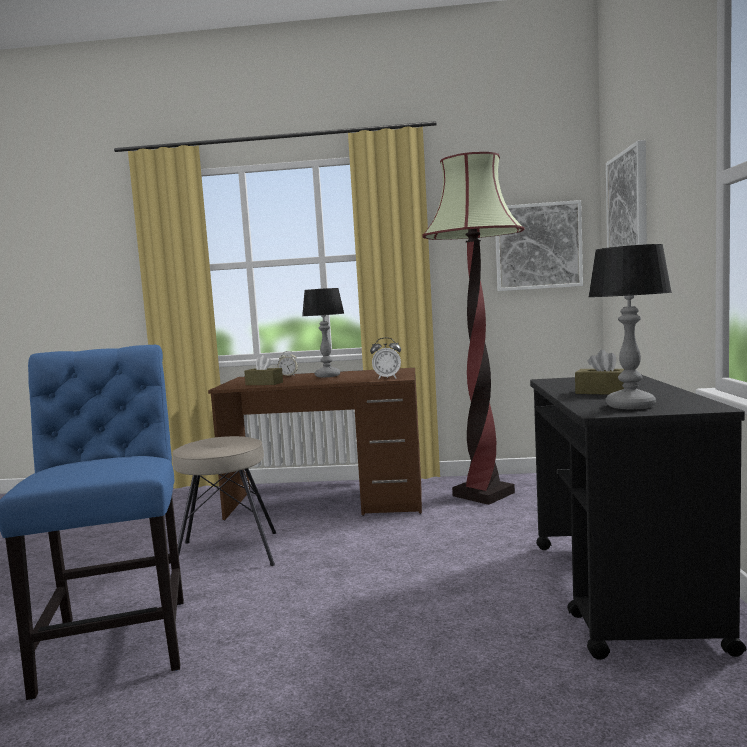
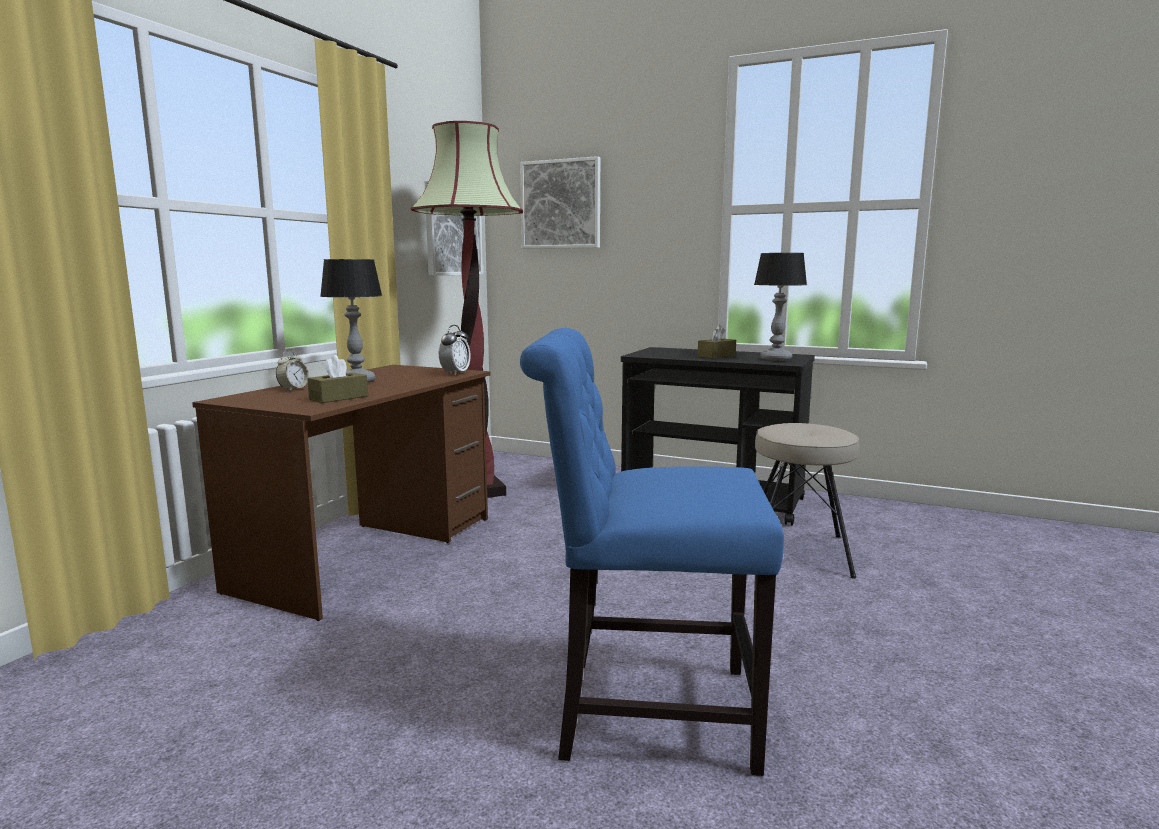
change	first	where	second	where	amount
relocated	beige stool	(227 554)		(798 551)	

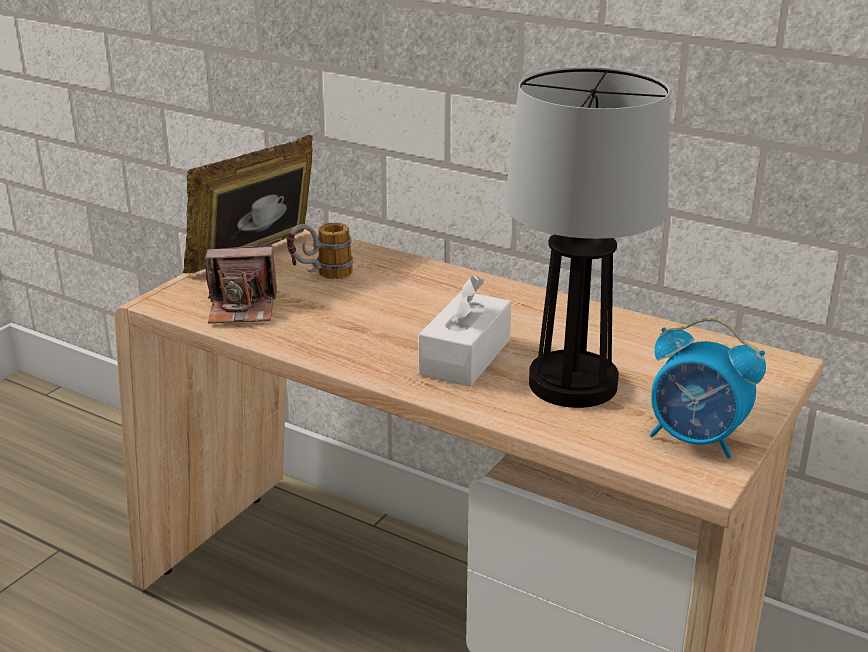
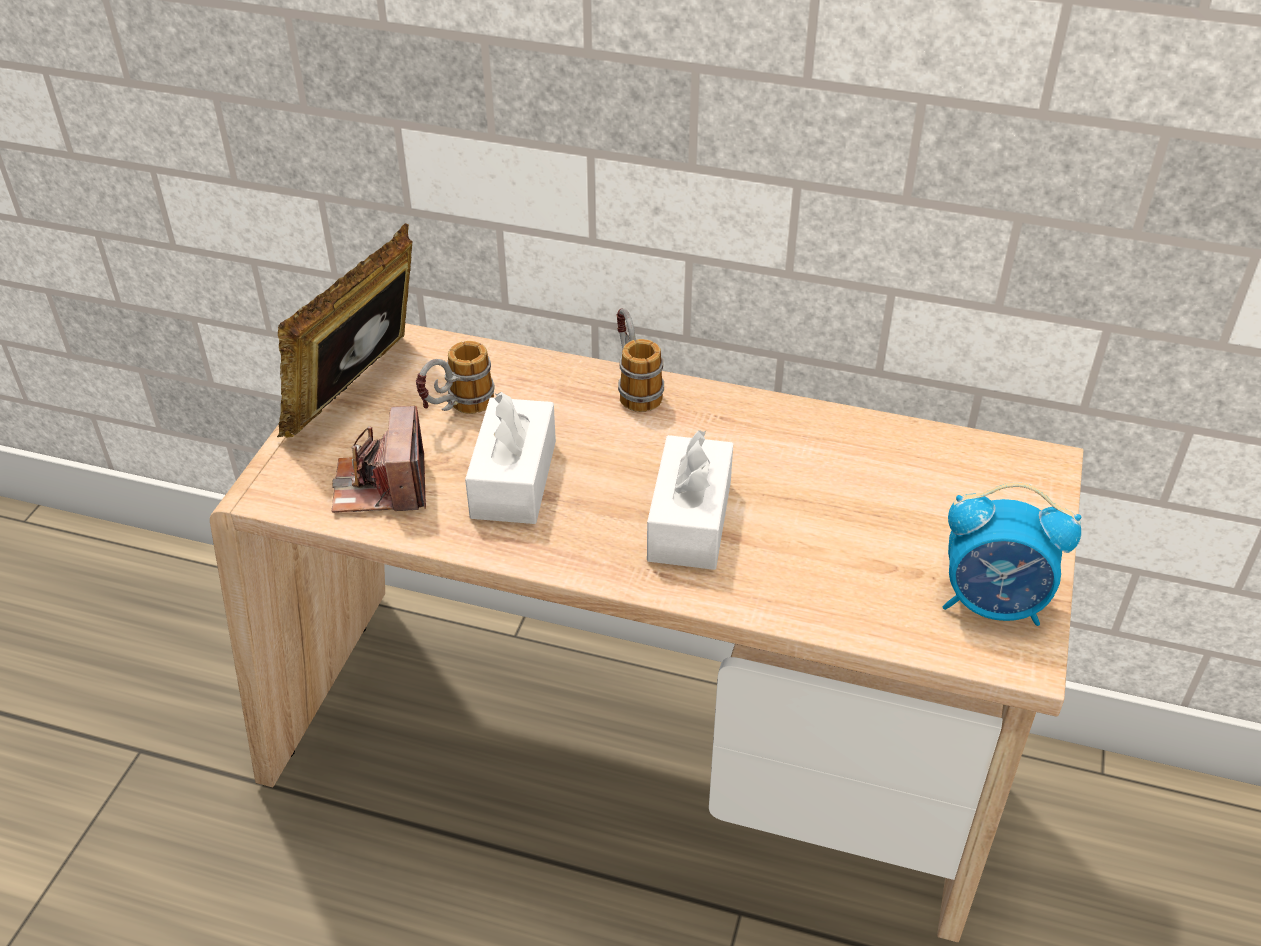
change	first	where	second	where	amount
missing	table lamp	(575 384)			
spun	photo camera	(242 308)		(382 486)	105 degrees clockwise
appeared			mug	(634 386)	
appeared			white tissue box	(514 479)	

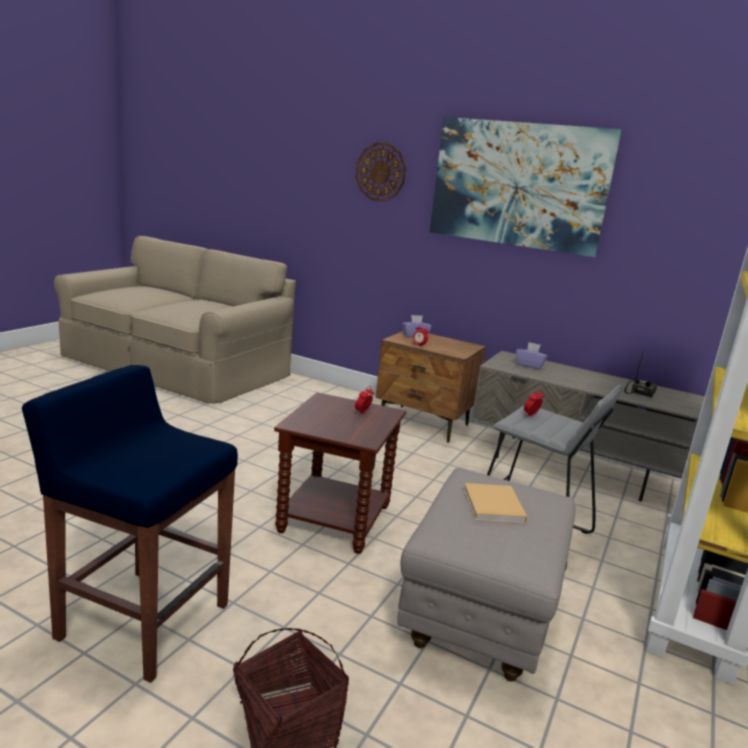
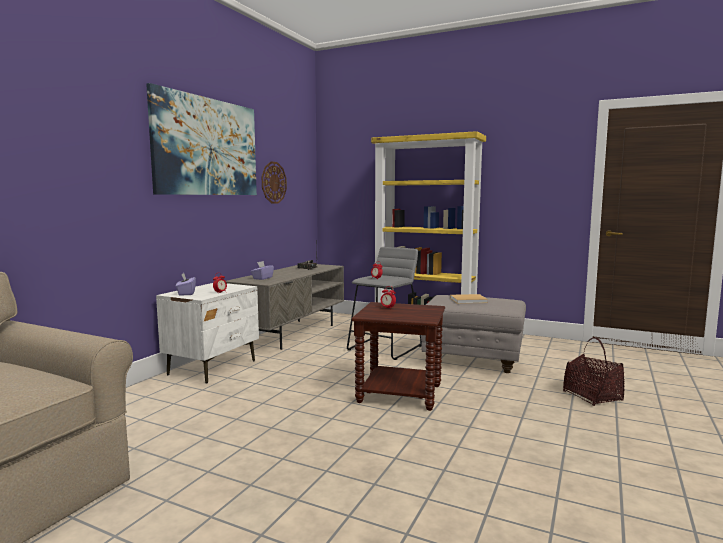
change	first	where	second	where	amount
relocated	wall clock	(380 172)		(273 182)	
colour	brown nightstand	(424 423)	white nightstand	(213 367)	
missing	blue stool	(142 620)			

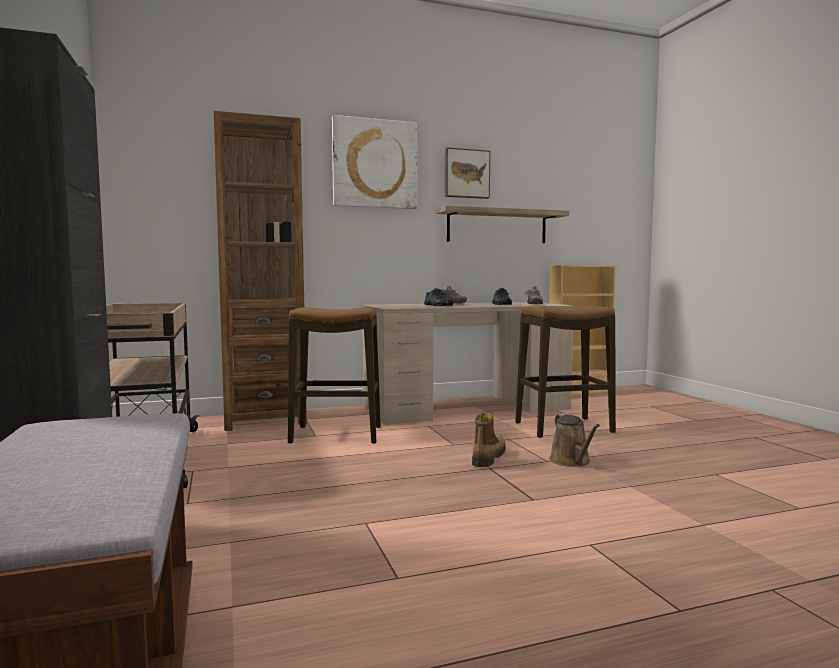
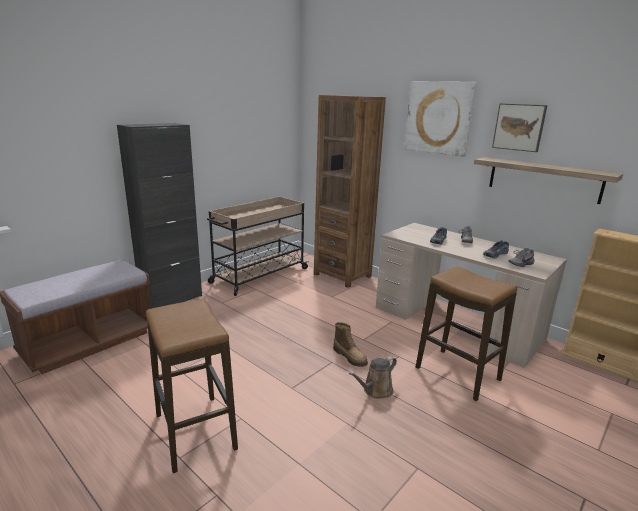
change	first	where	second	where	amount
relocated	stool	(336 435)		(195 431)	
spun	boot	(487 457)		(350 357)	60 degrees clockwise

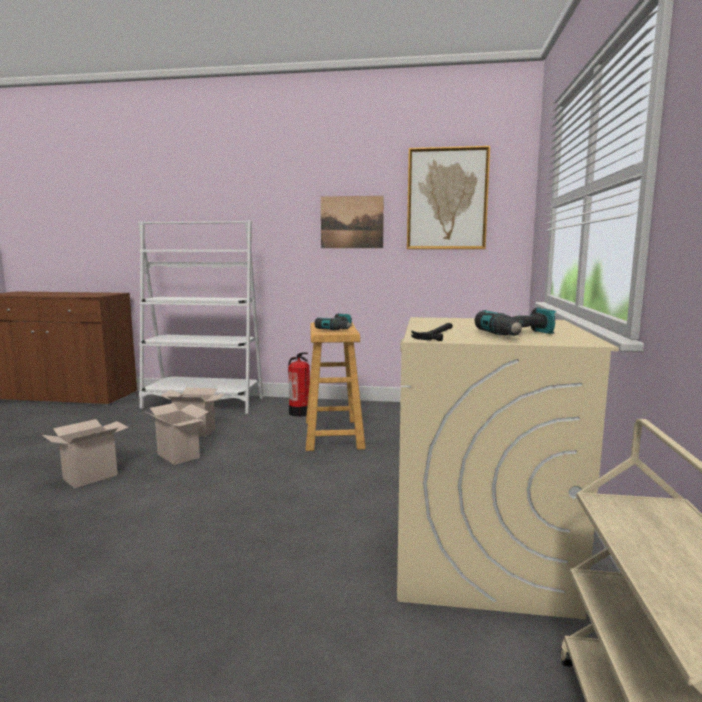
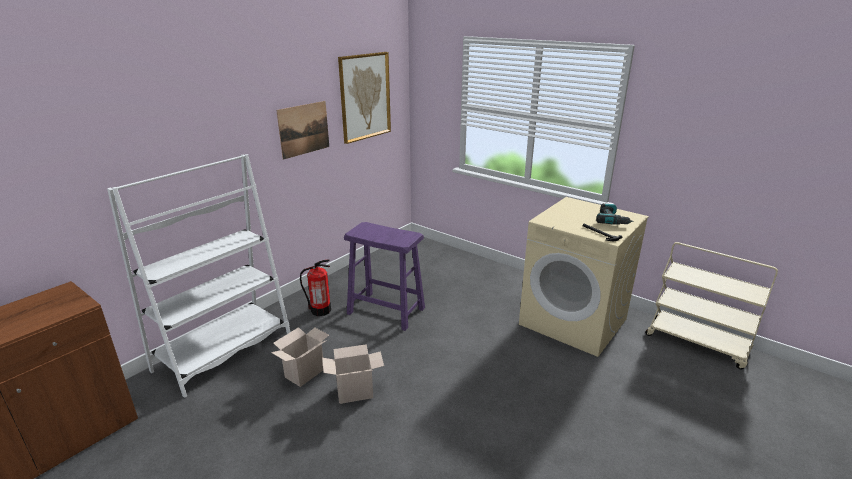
change	first	where	second	where	amount
missing	power drill	(339 329)			
colour	beige stool	(333 434)	purple stool	(385 311)	
missing	cardboard box	(91 476)			

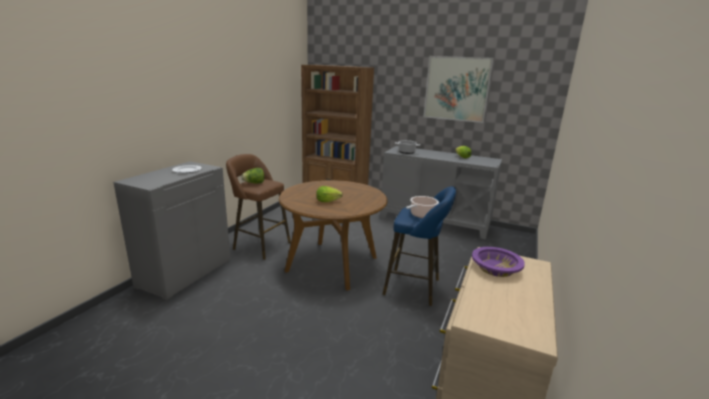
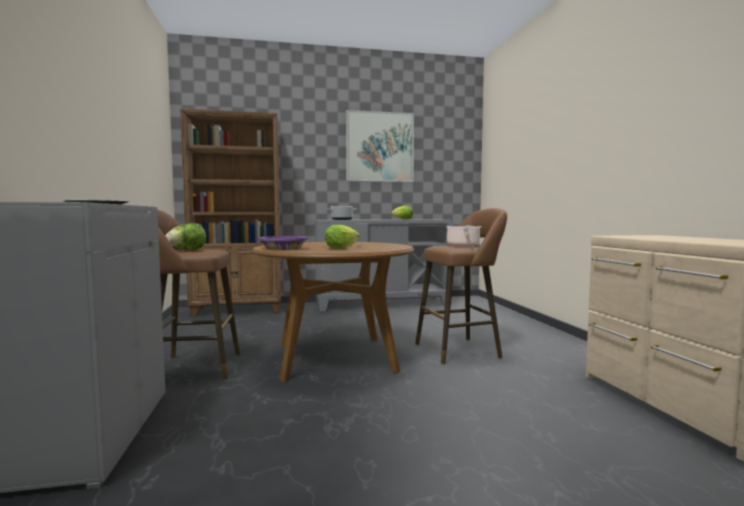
change	first	where	second	where	amount
colour	blue stool	(415 287)	brown stool	(461 350)	
relocated	purple bowl	(496 268)		(283 248)	

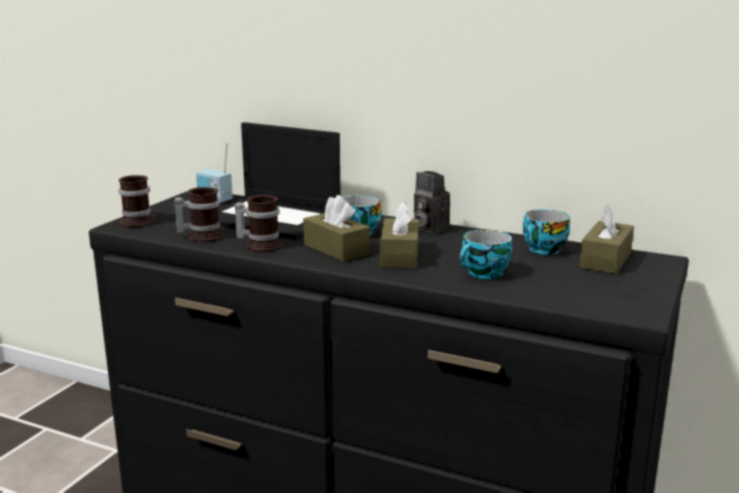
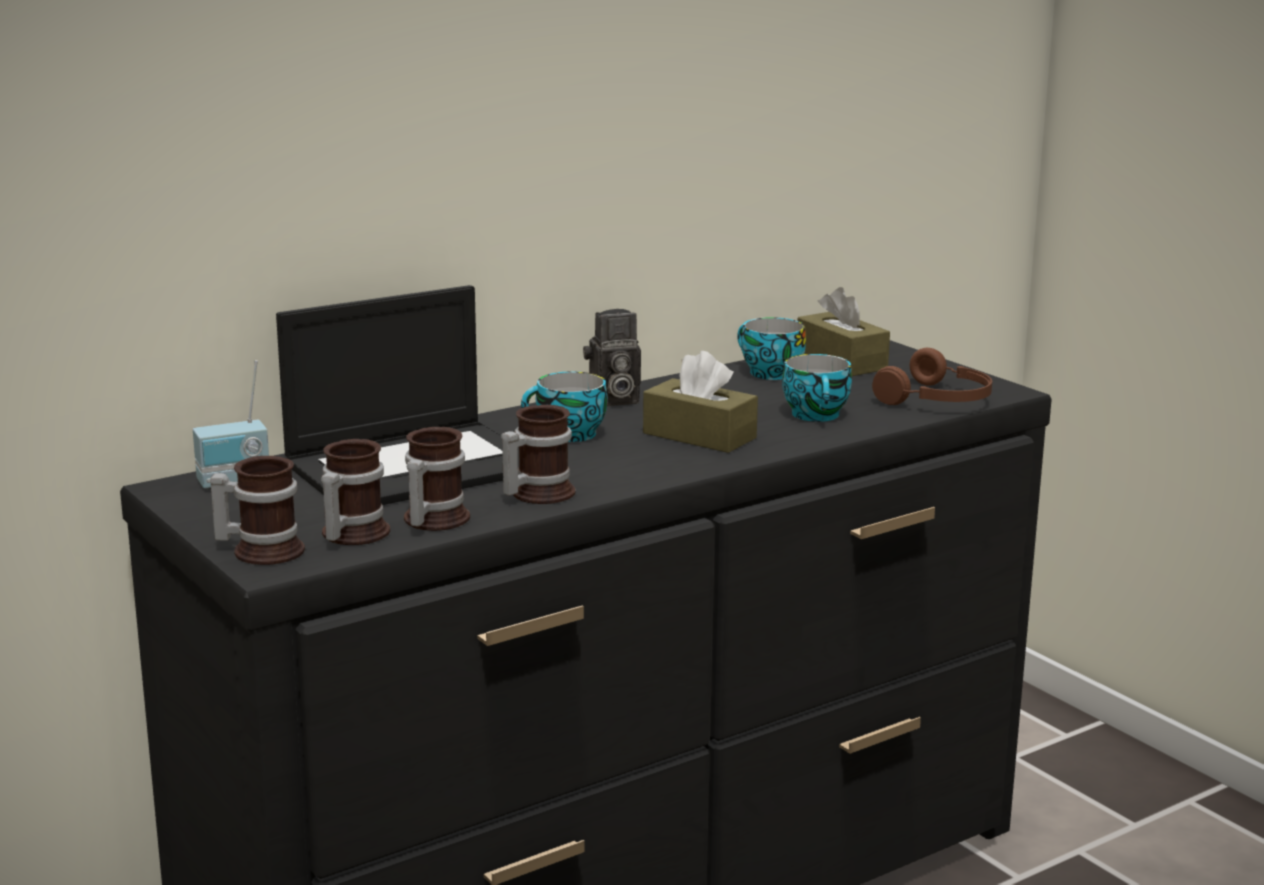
change	first	where	second	where	amount
missing	brown tissue box	(336 249)			
appeared			brown headphones	(938 400)	
appeared			mug	(349 534)	

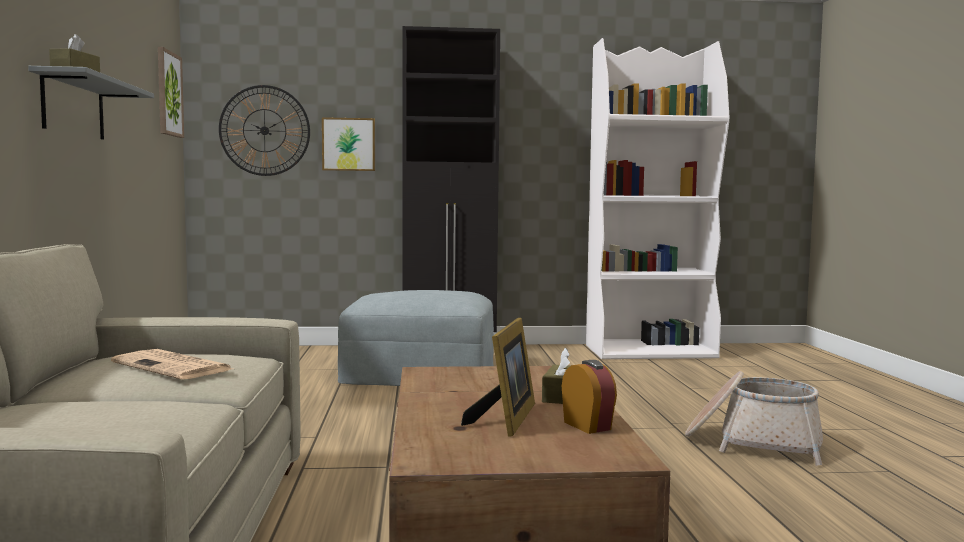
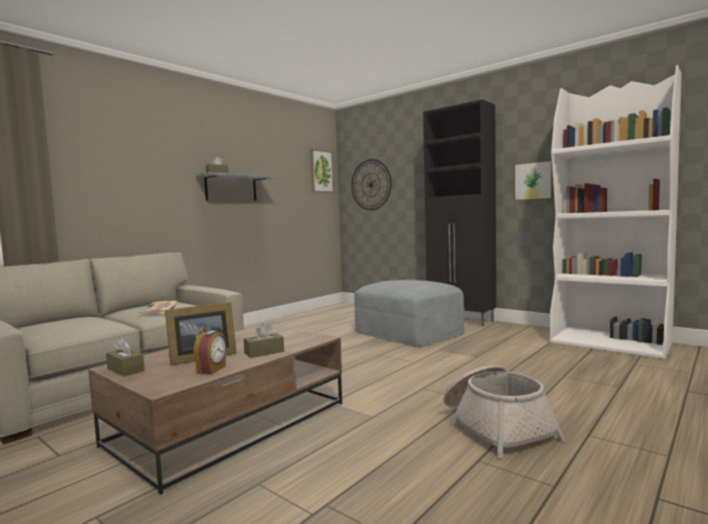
change	first	where	second	where	amount
relocated	picture	(349 144)		(534 181)	
appeared			brown tissue box	(125 369)	

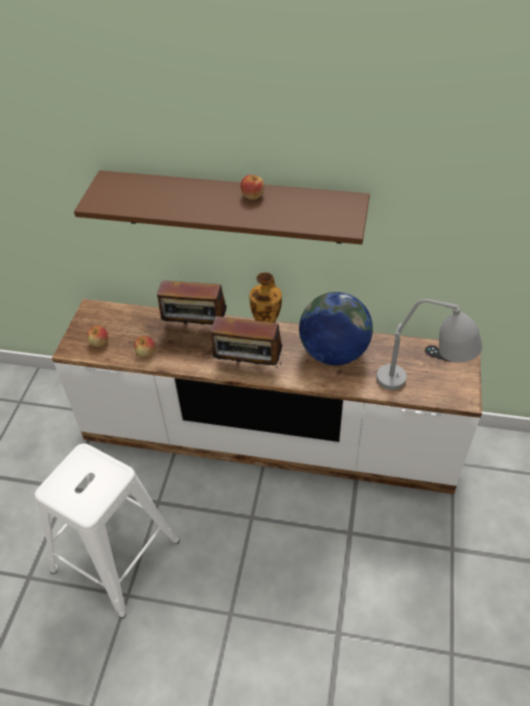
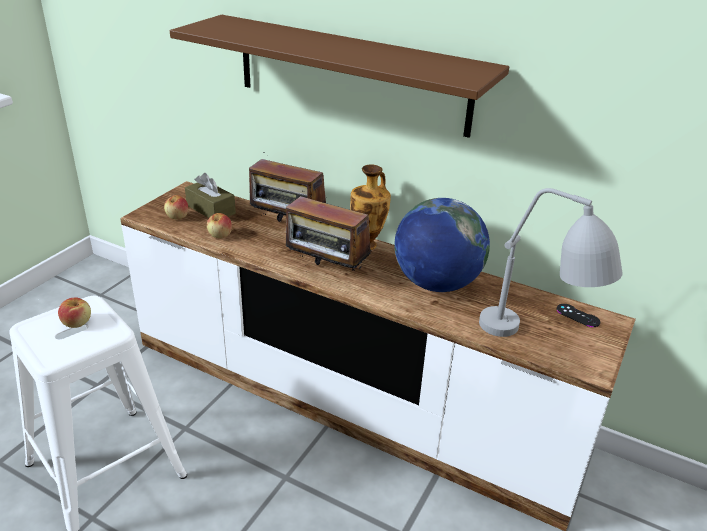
change	first	where	second	where	amount
relocated	apple	(252 195)		(77 322)	
appeared			brown tissue box	(211 209)	

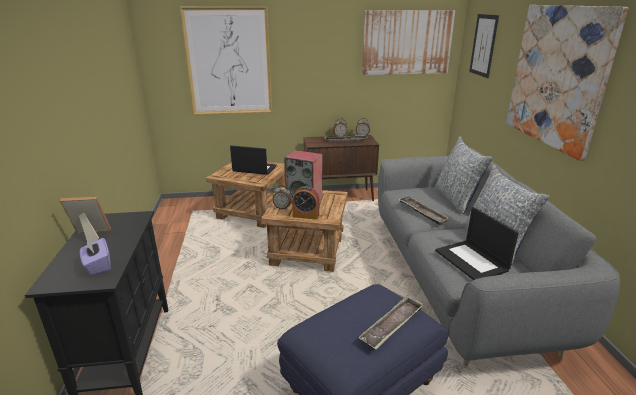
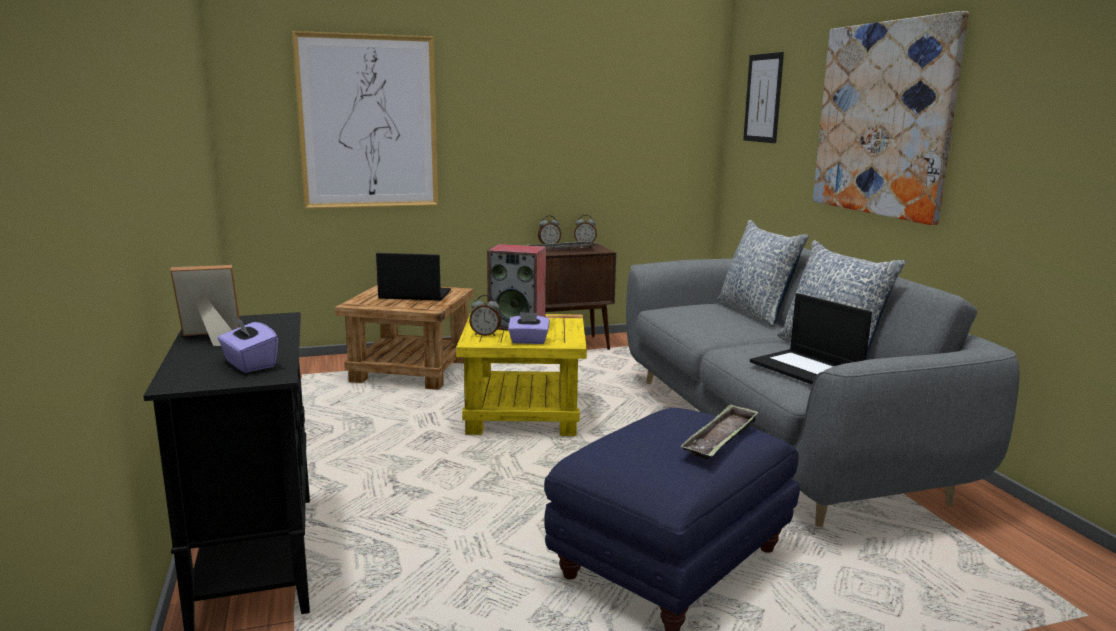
change	first	where	second	where	amount
missing	picture	(407 42)			
exchanged	alarm clock	(306 215)	purple tissue box	(528 341)	
colour	brown side table	(308 250)	yellow side table	(524 413)	
missing	tray	(422 212)			

